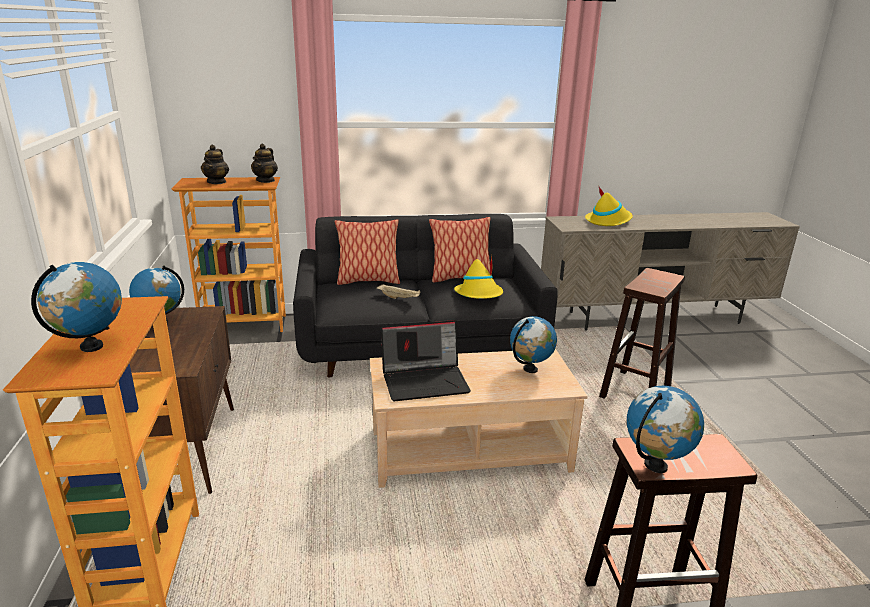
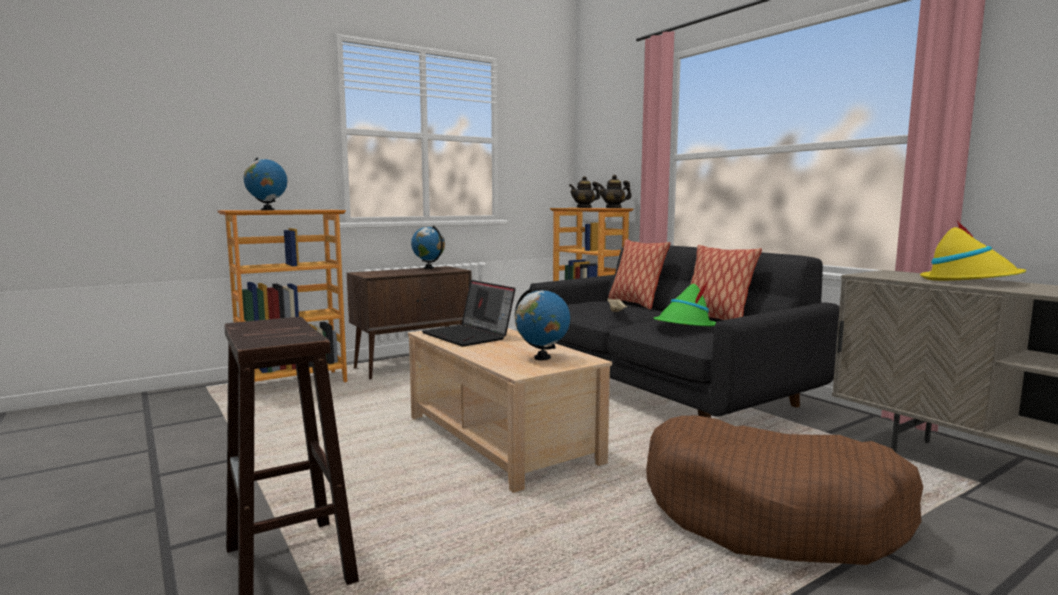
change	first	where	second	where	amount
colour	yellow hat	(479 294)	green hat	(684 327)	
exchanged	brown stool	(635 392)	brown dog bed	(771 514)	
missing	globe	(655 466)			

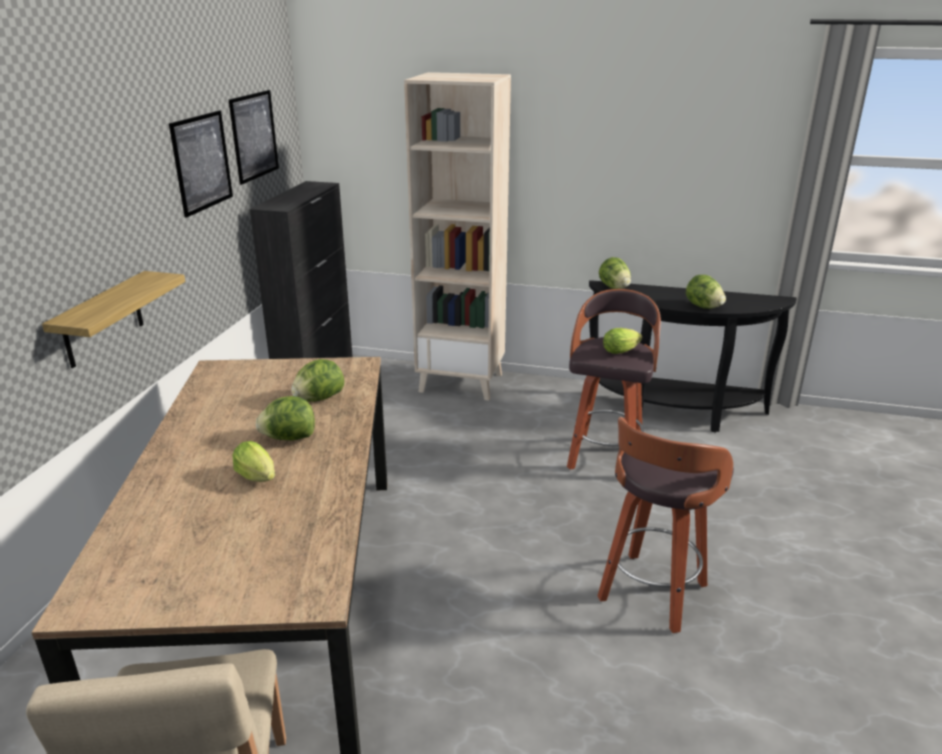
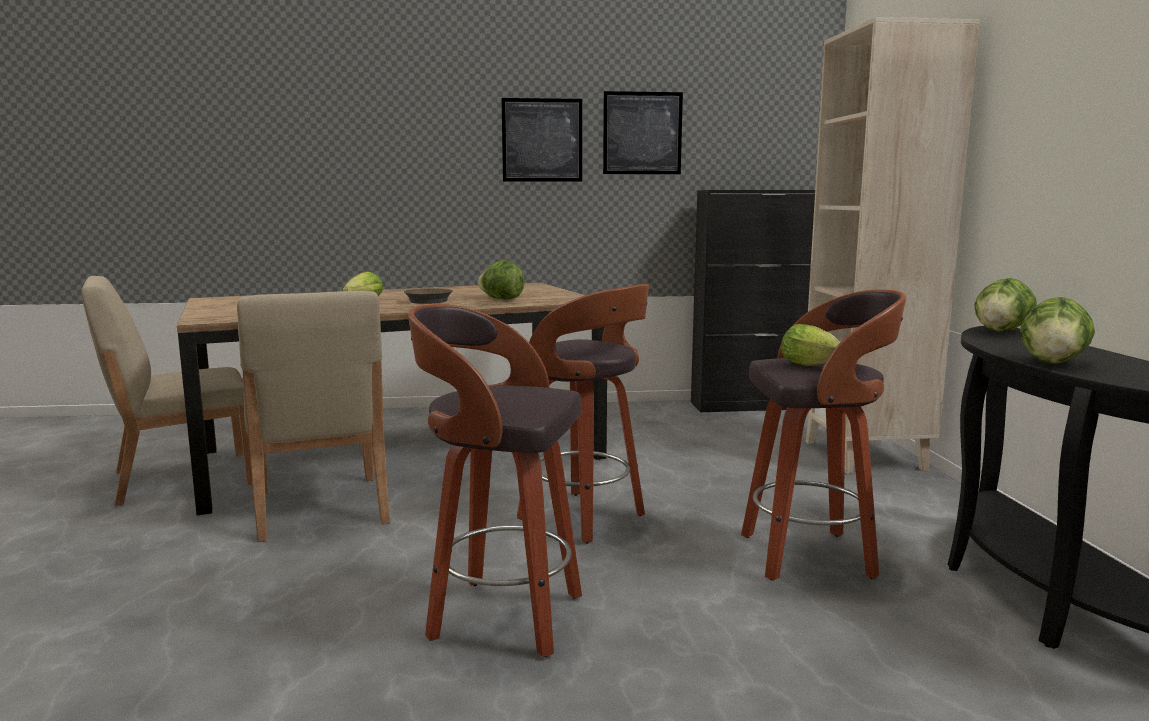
change	first	where	second	where	amount
relocated	picture	(254 136)		(542 140)	
missing	shelf	(103 320)			
exchanged	lettuce	(289 438)	brown frying pan	(428 301)	
appeared			stool	(584 518)	
appeared			beige chair	(320 508)	

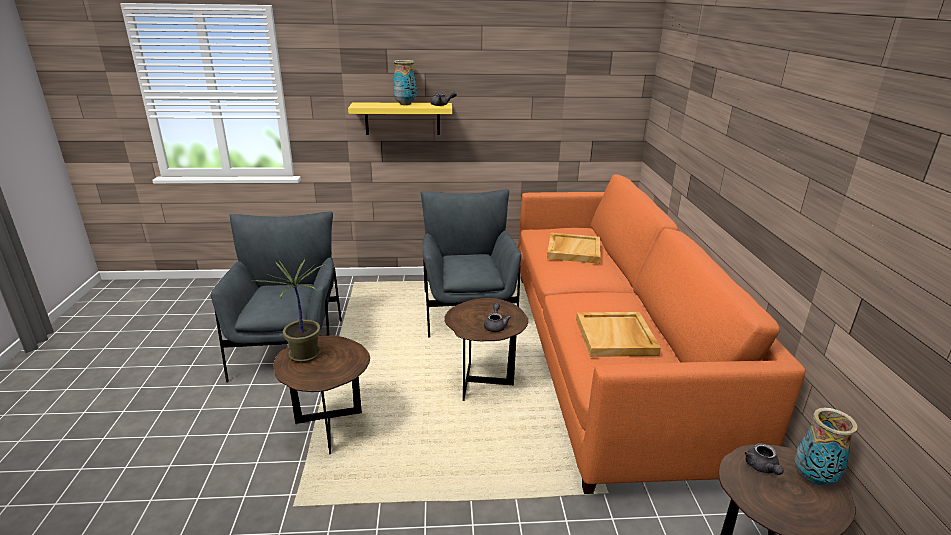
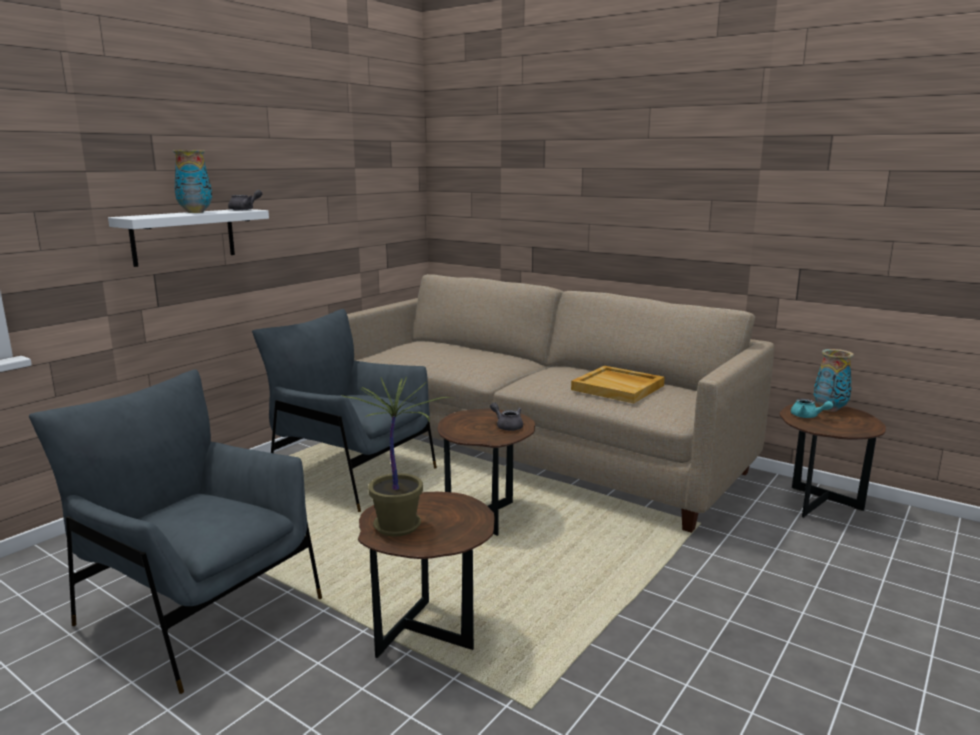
change	first	where	second	where	amount
colour	yellow shelf	(402 118)	white shelf	(183 236)	
colour	orange sofa	(607 357)	beige sofa	(536 450)	
missing	beige tray	(573 250)			
colour	grey teapot	(762 468)	turquoise teapot	(808 416)	

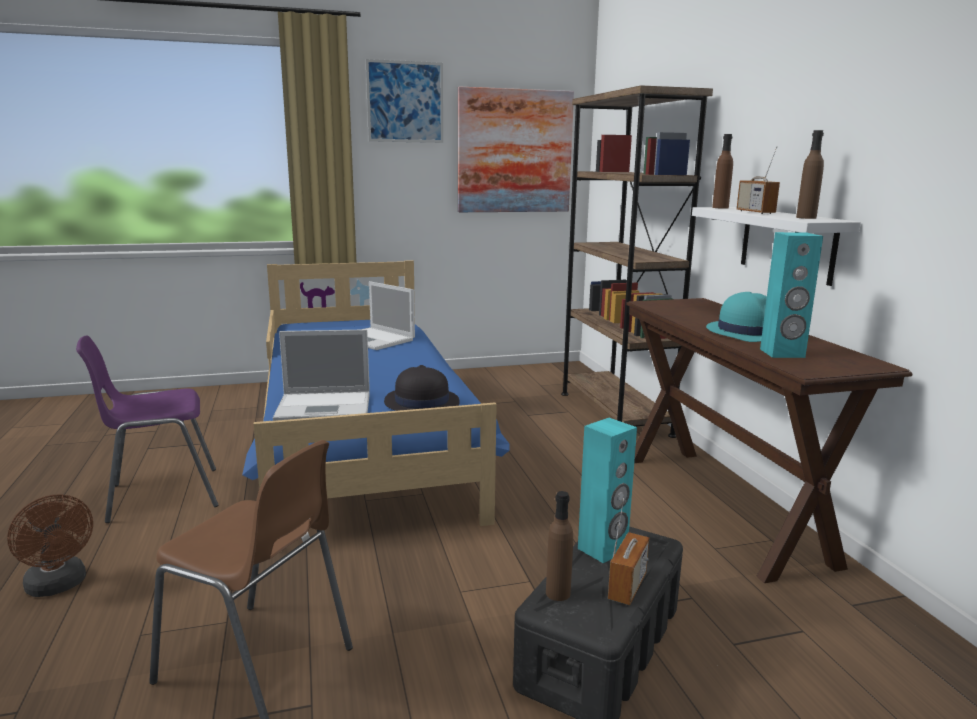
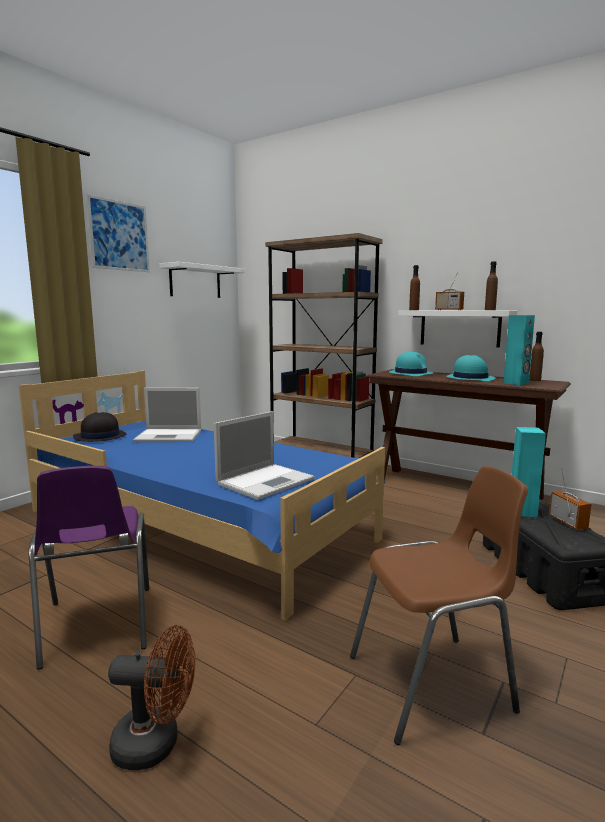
change	first	where	second	where	amount
exchanged	picture	(514 151)	white shelf	(195 281)	
spun	purple chair	(161 495)		(97 627)	45 degrees counterclockwise
relocated	black hat	(421 402)		(100 436)	
relocated	brown bottle	(558 593)		(535 380)	
appeared			turquoise hat	(410 373)	

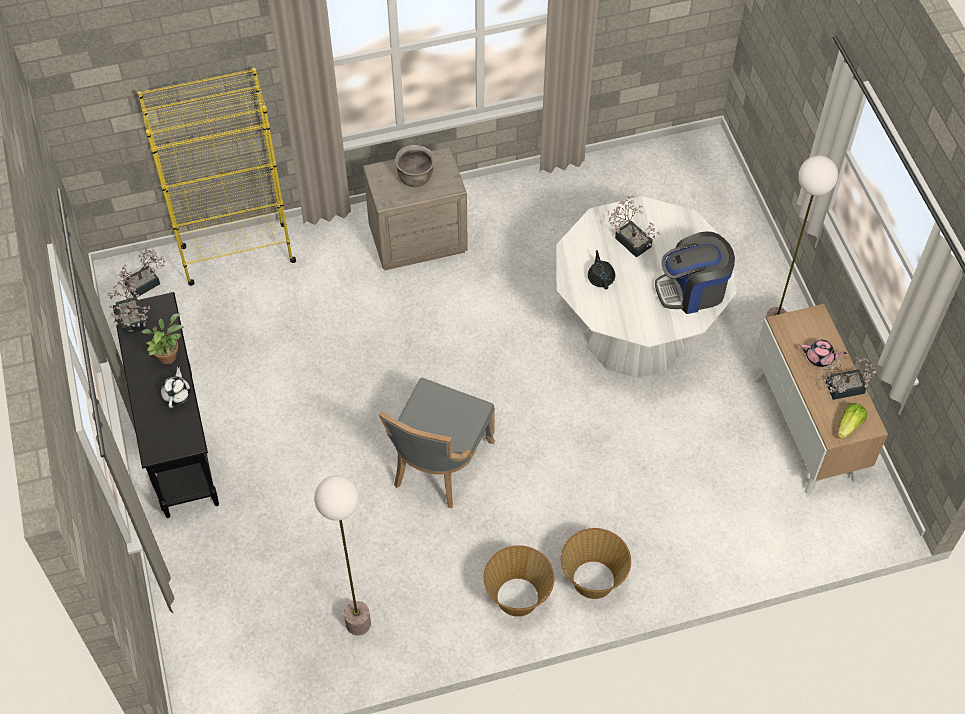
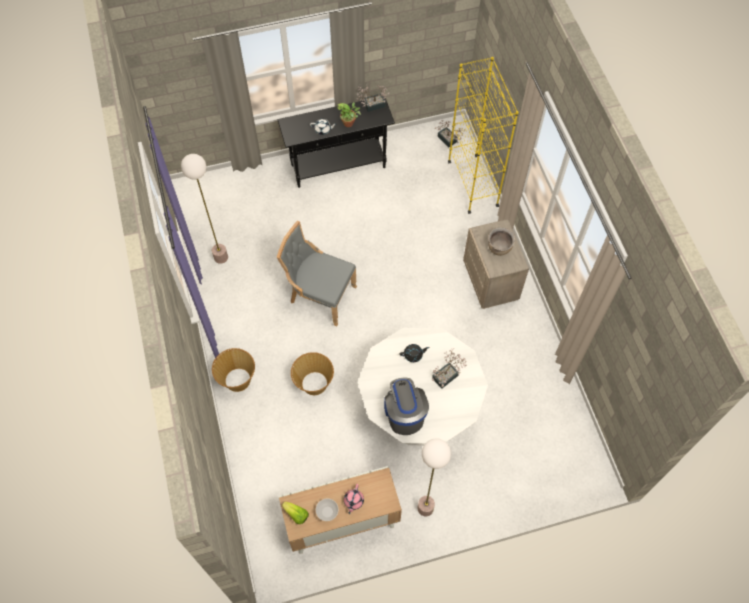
change	first	where	second	where	amount
exchanged	potted plant	(840 388)	bowl	(327 512)	
relocated	basket	(518 598)		(314 383)	

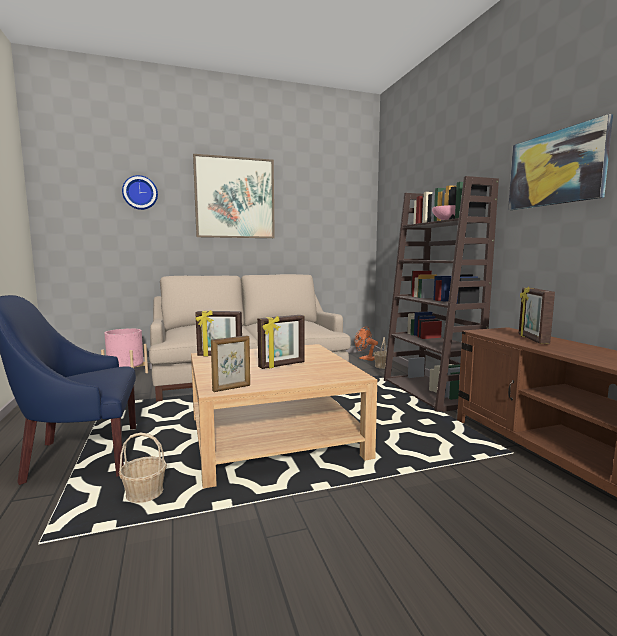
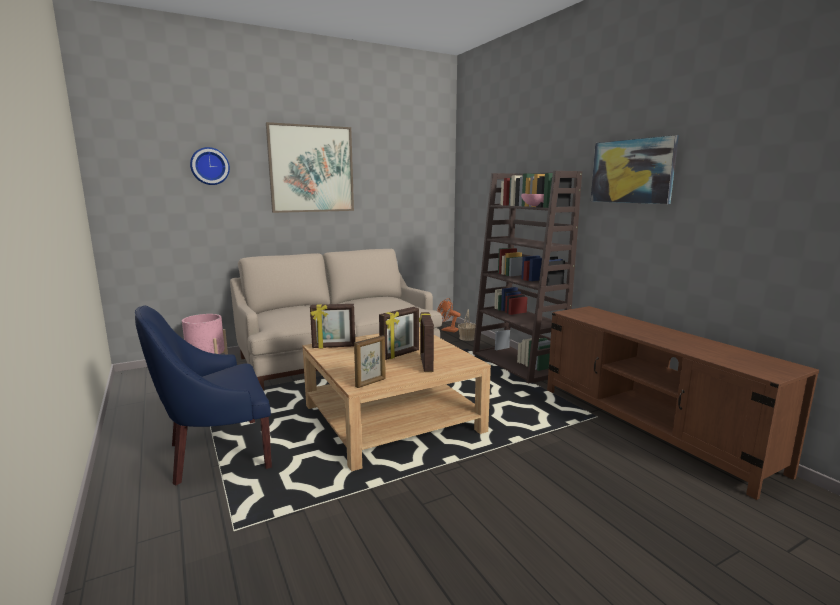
change	first	where	second	where	amount
relocated	picture frame	(532 339)		(425 364)	
missing	basket	(144 494)			

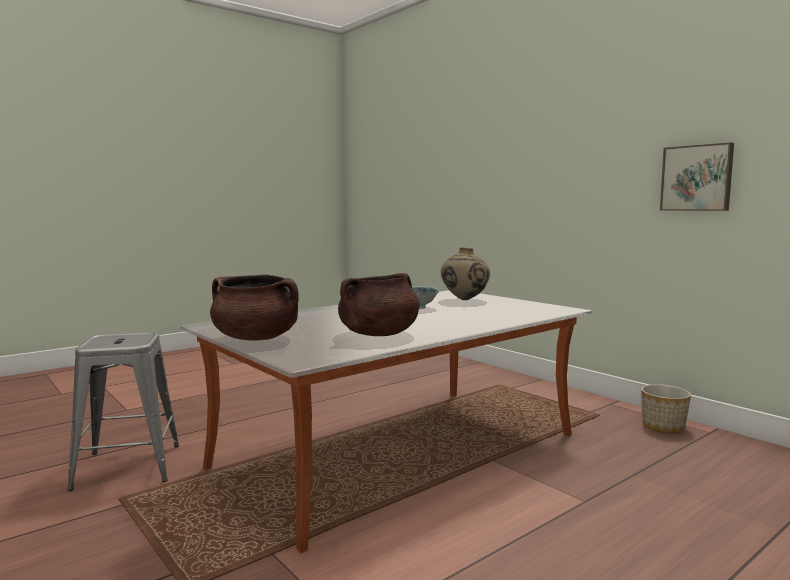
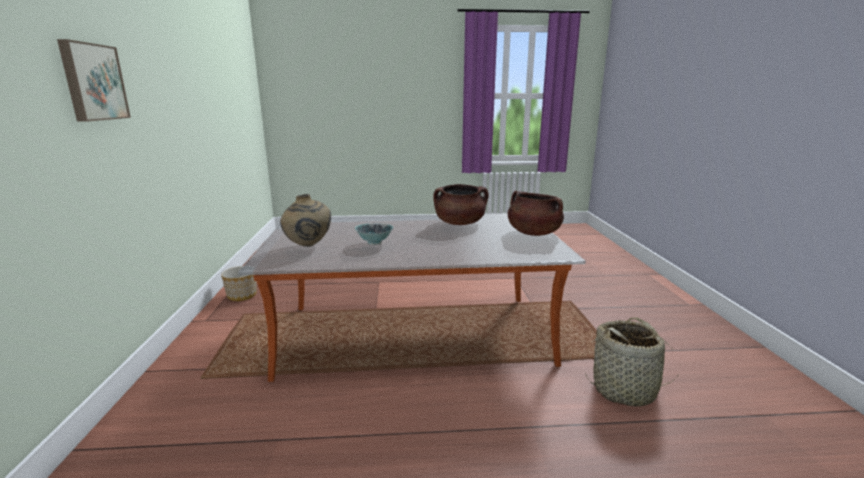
change	first	where	second	where	amount
relocated	picture	(696 178)		(93 82)	
exchanged	grey stool	(128 466)	basket	(624 390)	

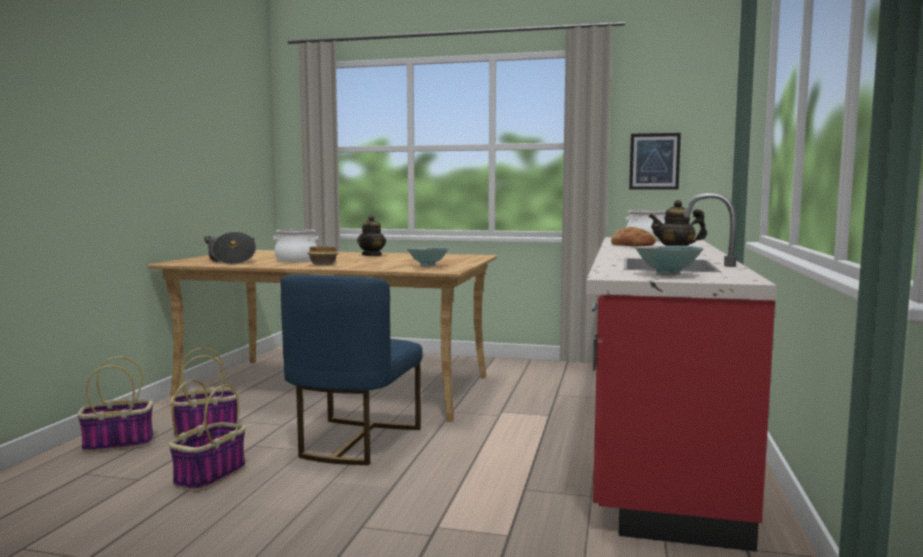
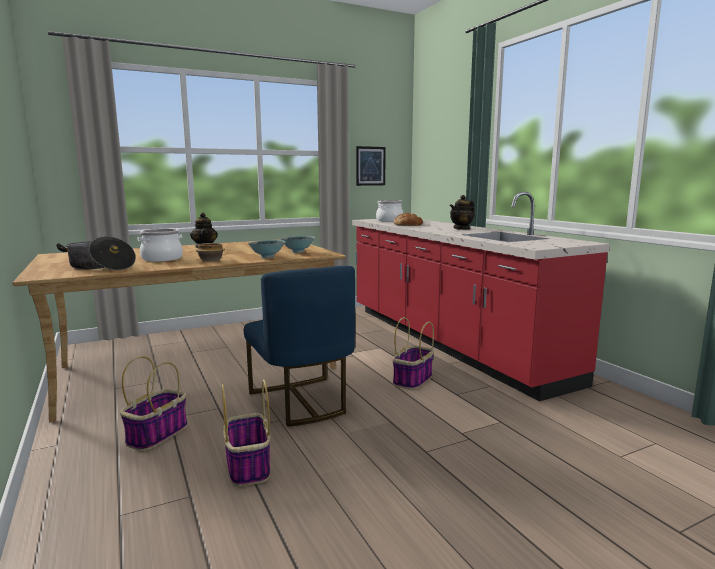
change	first	where	second	where	amount
relocated	bowl	(668 275)		(267 257)	
relocated	basket	(117 444)		(412 380)	

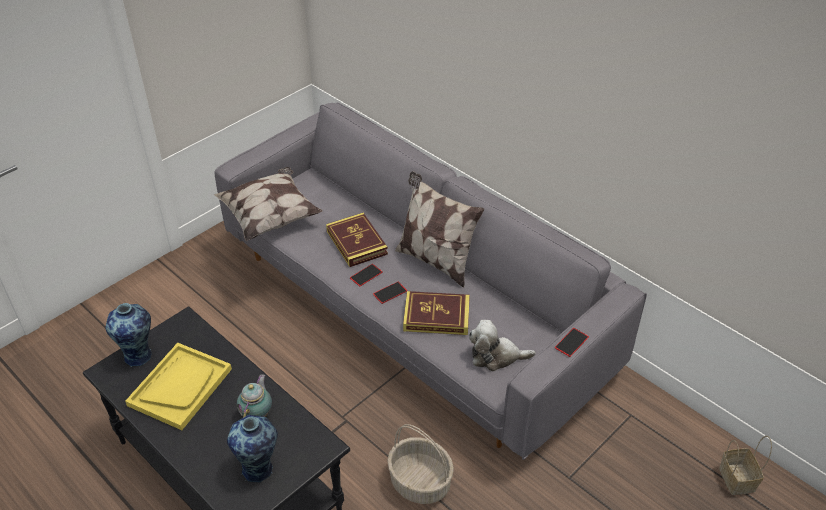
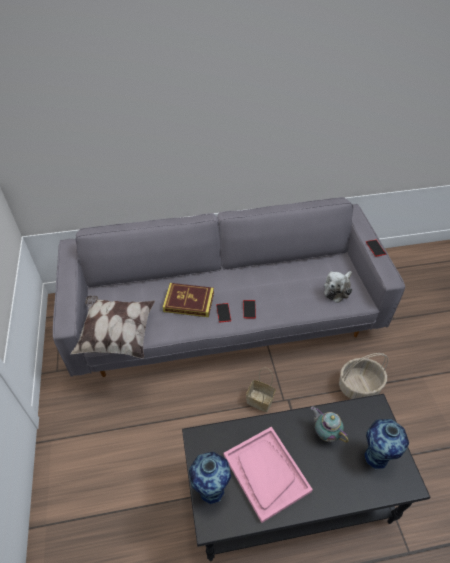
change	first	where	second	where	amount
missing	pillow	(435 260)			
missing	book	(436 316)			
colour	yellow tray	(180 387)	pink tray	(266 473)	
relocated	basket	(735 478)		(258 400)	

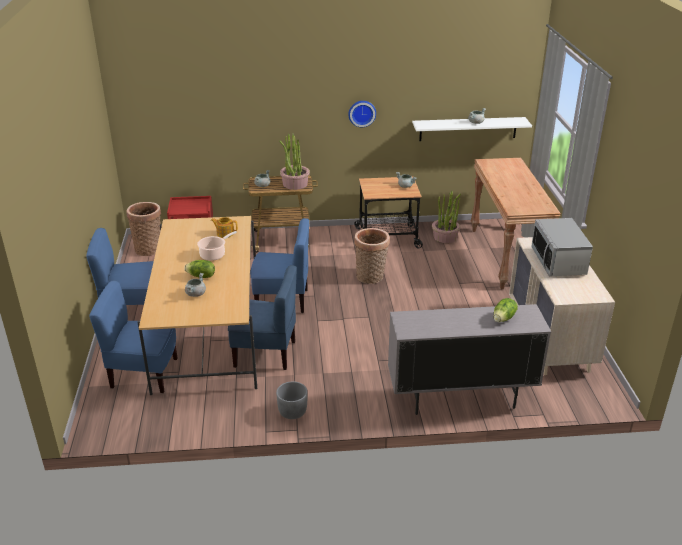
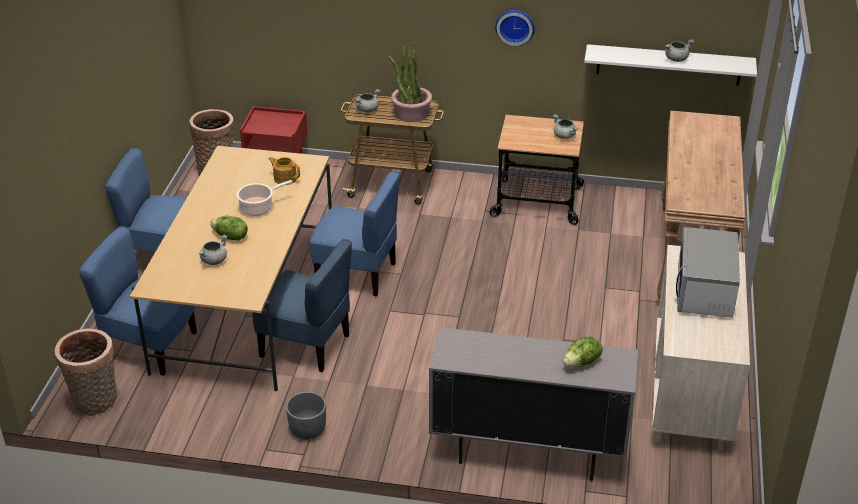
change	first	where	second	where	amount
missing	potted plant	(445 237)			
relocated	basket	(371 278)		(96 403)	

